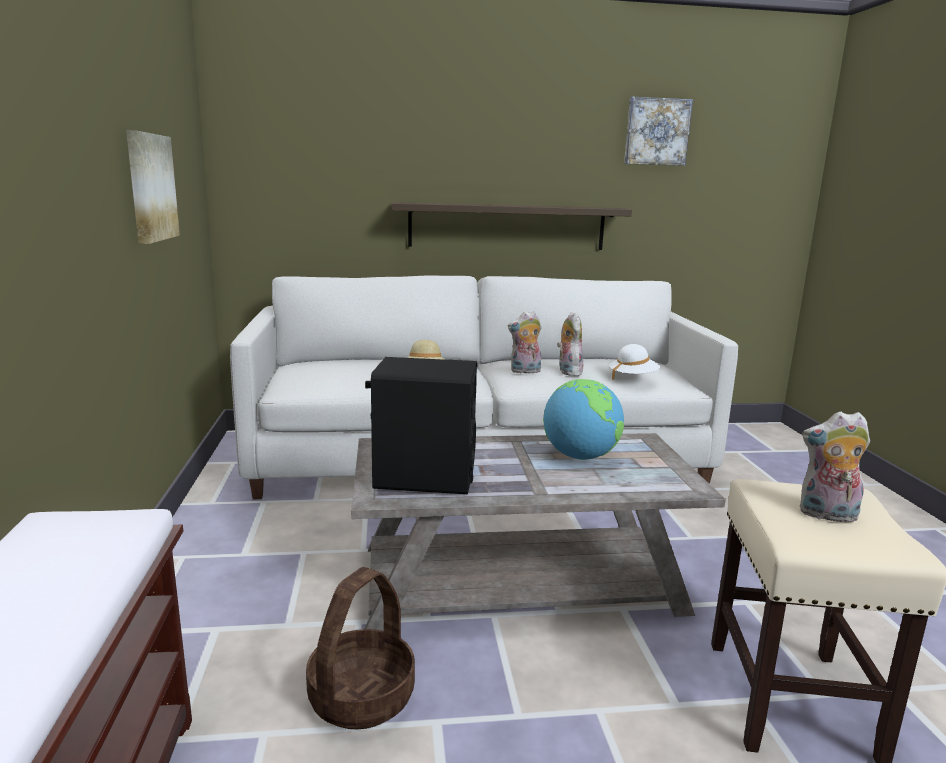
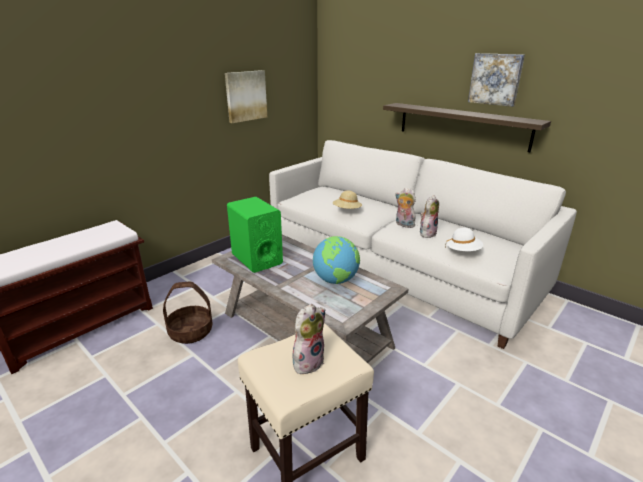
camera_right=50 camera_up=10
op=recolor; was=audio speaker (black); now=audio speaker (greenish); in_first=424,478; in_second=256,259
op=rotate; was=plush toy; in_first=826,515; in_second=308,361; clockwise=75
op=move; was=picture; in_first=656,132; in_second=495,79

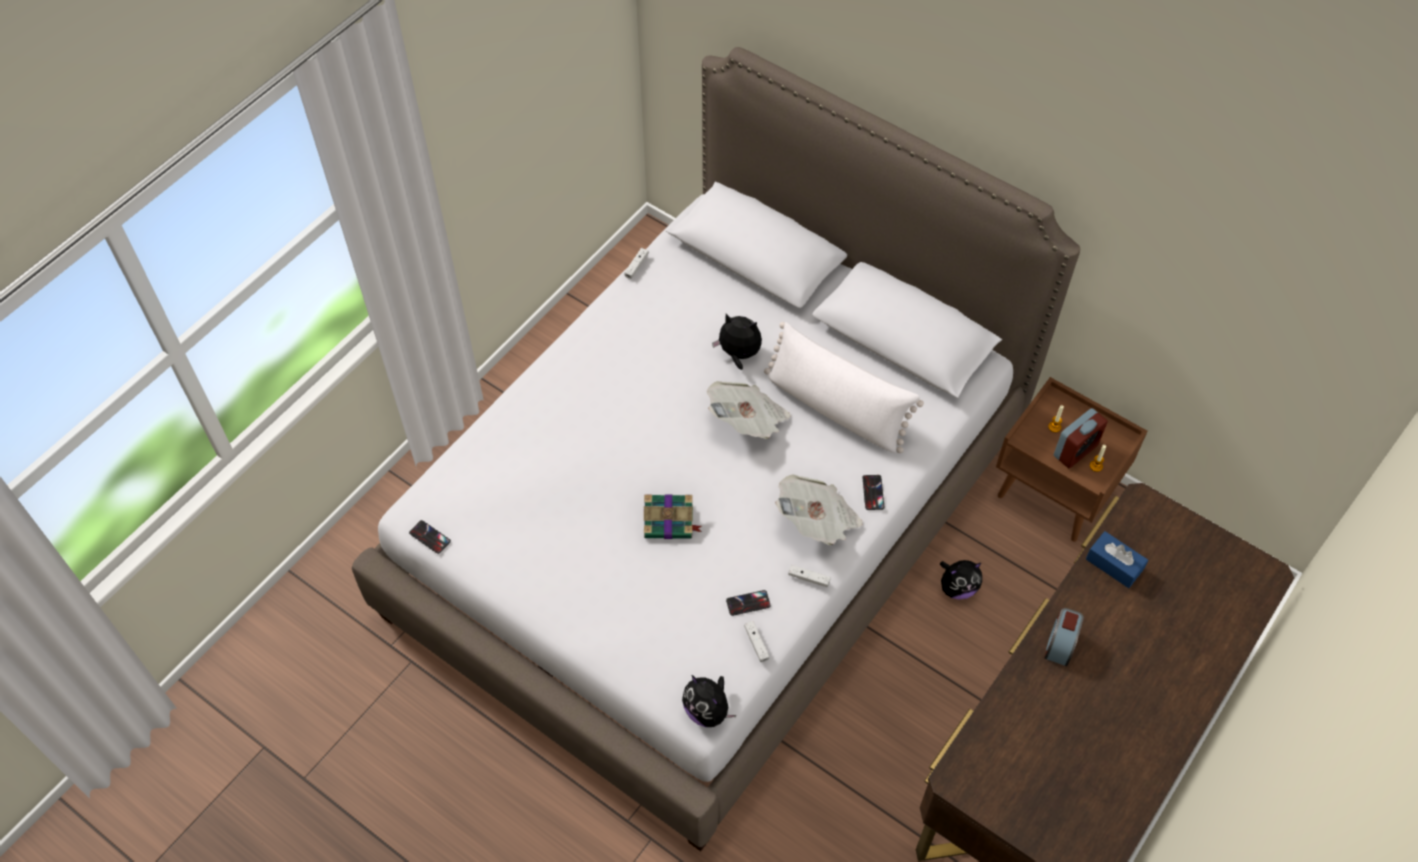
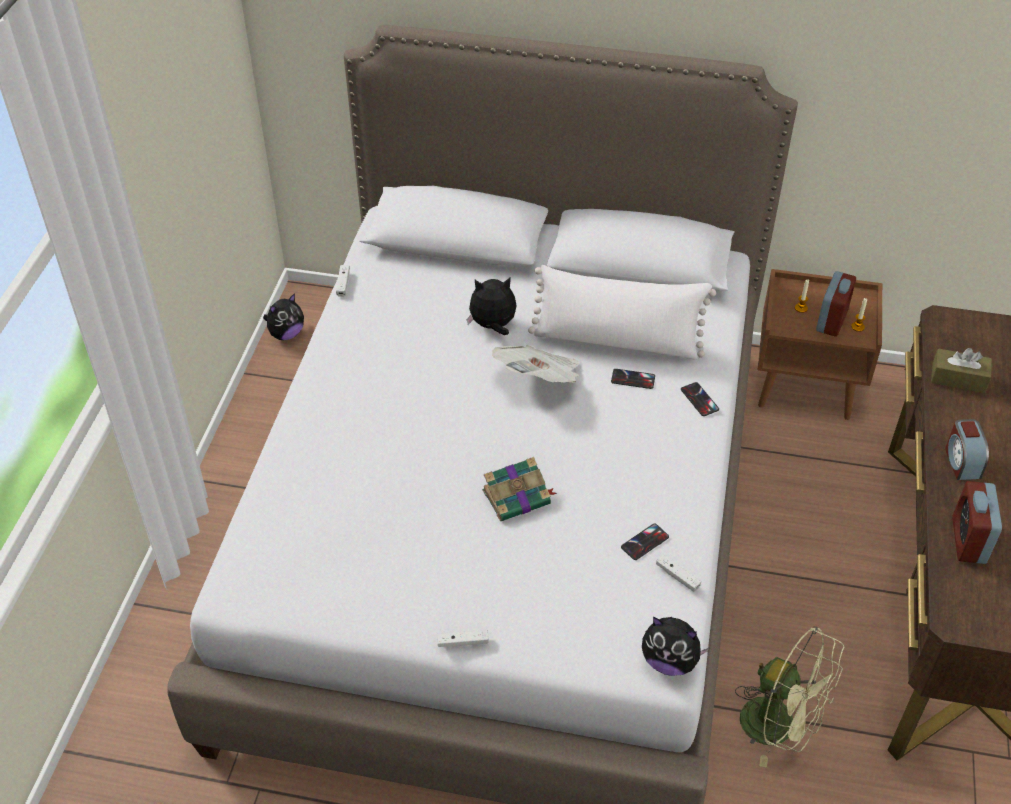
camera_right=-25 camera_up=-10
op=move; was=plush toy; in_first=957,588; in_second=286,334
op=move; was=gamepad (white-coloured); in_first=809,578; in_second=463,642
op=move; was=telephone; in_first=429,537; in_second=633,379
op=insert; now=fan (greenish); in_second=779,726
op=recolor; was=tissue box (blue-coloured); now=tissue box (brown); in_first=1114,564; in_second=958,378
op=insert; now=table clock; in_second=968,540
op=delete; was=daily paper; in_first=818,521

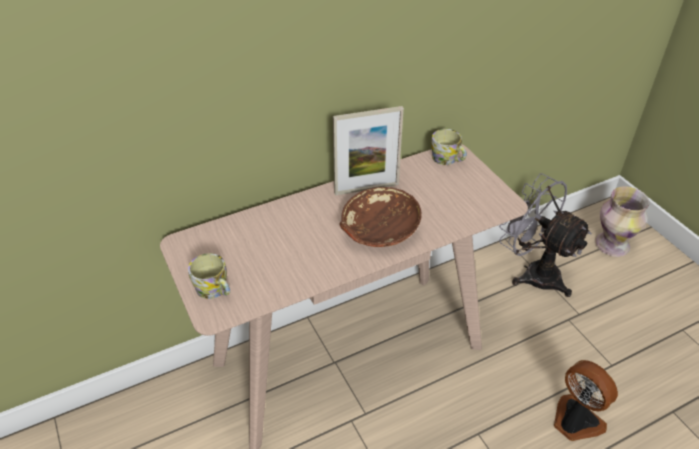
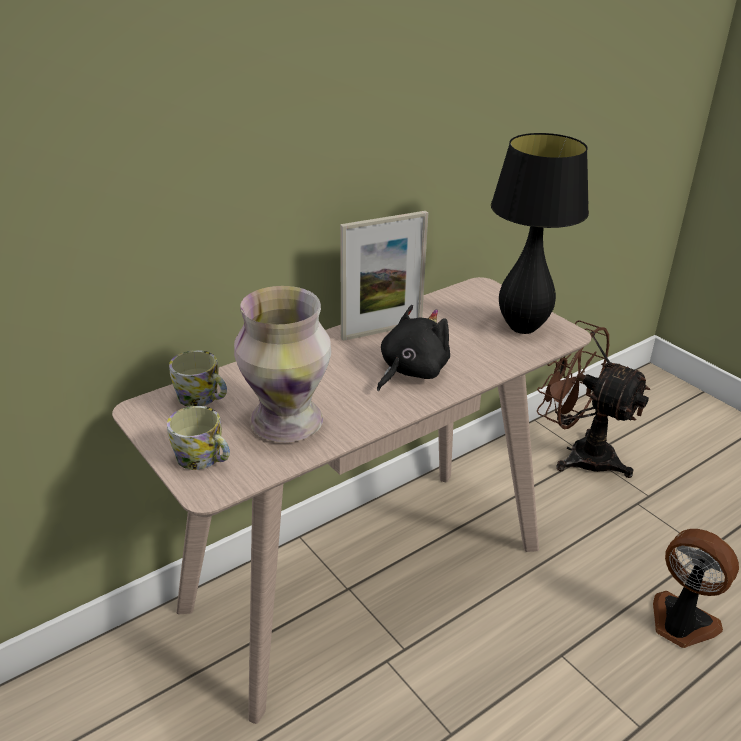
camera_right=-10 camera_up=-10
op=move; was=tea mug; in_first=447,159; in_second=202,398
op=move; was=flower vase; in_first=612,245; in_second=288,422
op=replace; was=bowl (brown); now=plush toy (black); in_first=379,228; in_second=411,371
op=insert; now=tabletop lamp (black); in_second=523,328
op=recolor; was=fan (greyish); now=fan (brown); in_first=533,272; in_second=579,454

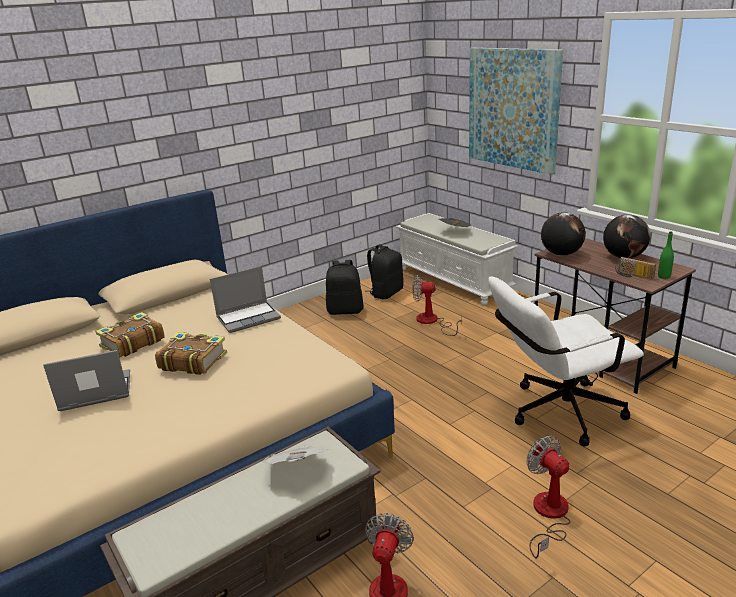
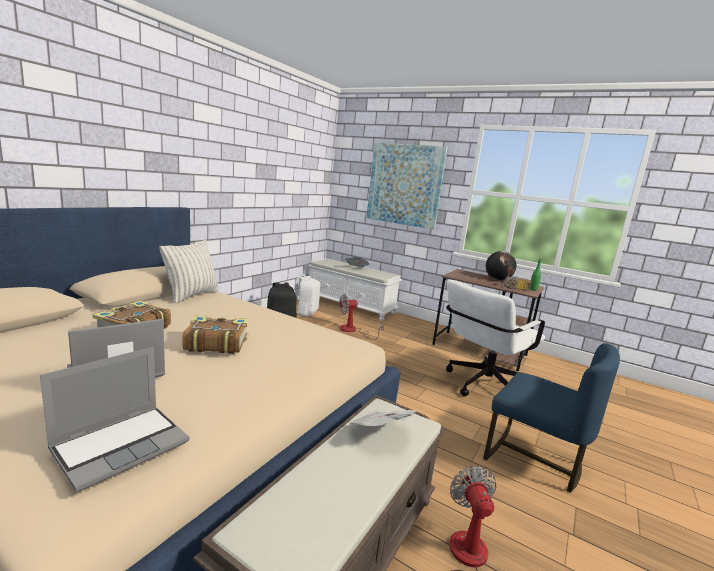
camera_right=-25 camera_up=-10
op=move; was=portable computer; in_first=249,318; in_second=122,445
op=insert; now=throw pillow; in_second=192,295
op=recolor; was=knapsack (black); now=knapsack (white-coloured); in_first=386,293; in_second=305,312
op=replace; was=fan; now=chair (blue-coloured); in_first=548,515; in_second=534,459
op=delete; was=globe; in_first=561,254

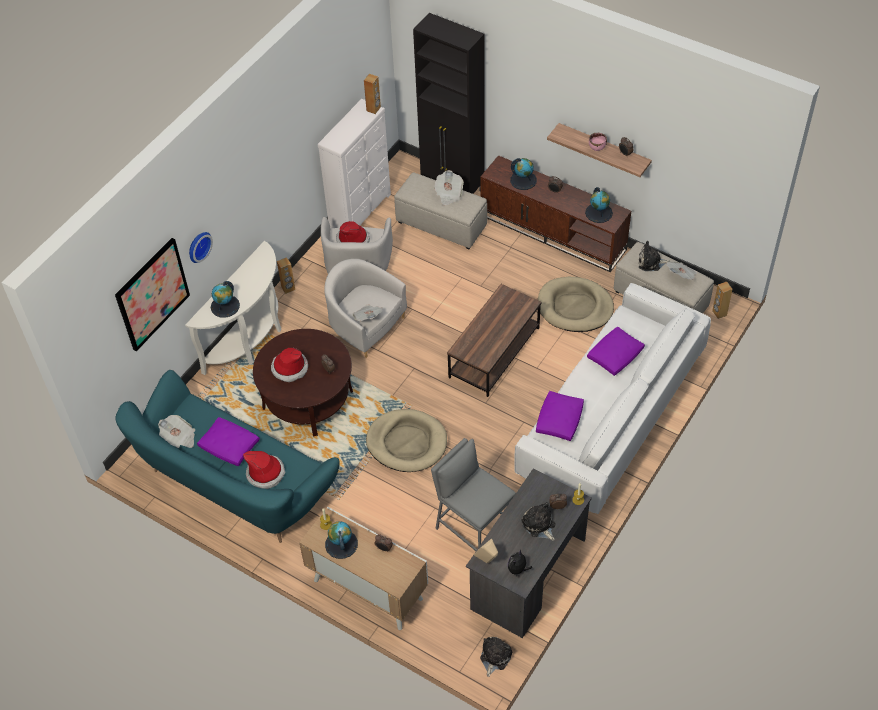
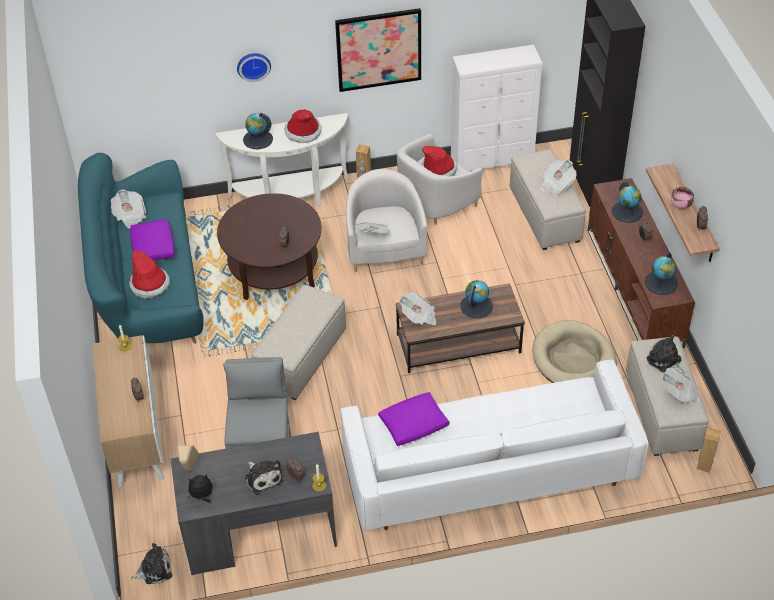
camera_right=45 camera_up=-5
op=rotate; was=plush toy; in_first=539,525; in_second=263,478; clockwise=135
op=replace; was=dog bed (beige); now=footrest (beige); in_first=407,442; in_second=302,357
op=move; was=wearable hat; in_first=289,368; in_second=303,132
op=move; was=picture; in_first=152,294; in_second=378,49
op=insert; now=daily paper; in_second=418,316
op=move; was=globe; in_first=341,544; in_second=476,306
op=delete; was=audio speaker (brown); in_first=373,109
op=delete; was=throw pillow (purple-coloured); in_first=614,356

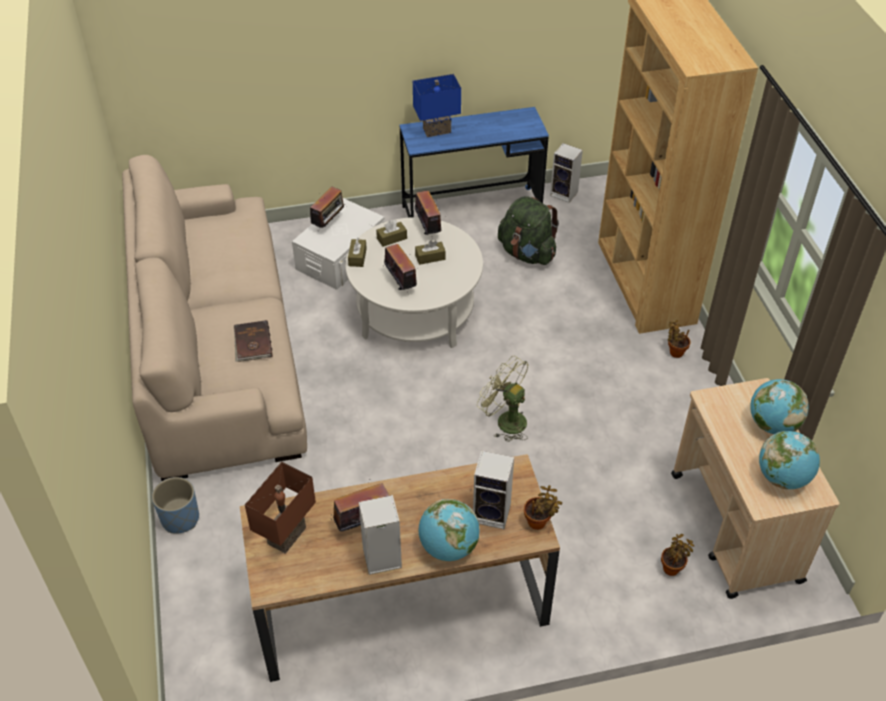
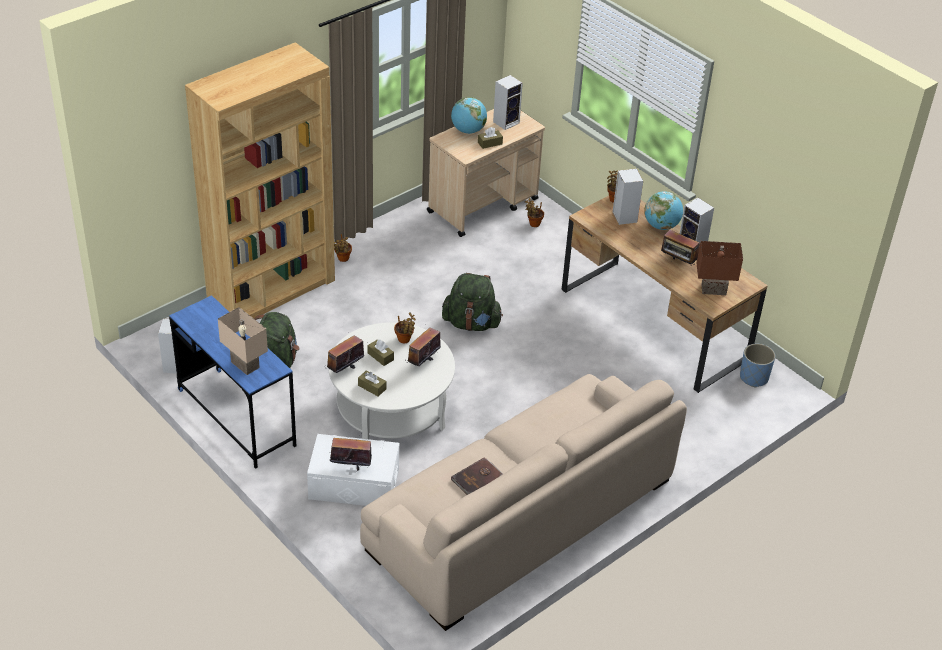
camera_right=-120 camera_up=-5
op=recolor; was=tabletop lamp (blue-coloured); now=tabletop lamp (beige); in_first=437,129; in_second=243,365
op=insert; now=plant in a pot; in_second=405,340
op=replace; was=fan (greenish); now=knapsack (greenish); in_first=505,420; in_second=471,323
op=move; was=book (brown); in_first=252,343; in_second=478,479
op=move; was=tissue box (brown); in_first=357,257; in_second=490,143
op=replace; was=globe; now=audio speaker; in_first=782,478; in_second=506,122
op=move; was=flower pot (blue-coloured); in_first=180,518; in_second=754,377

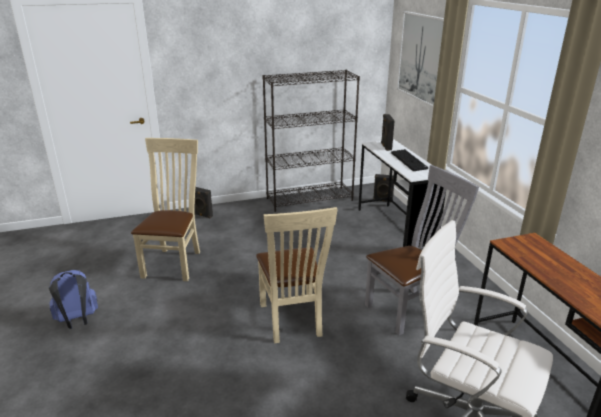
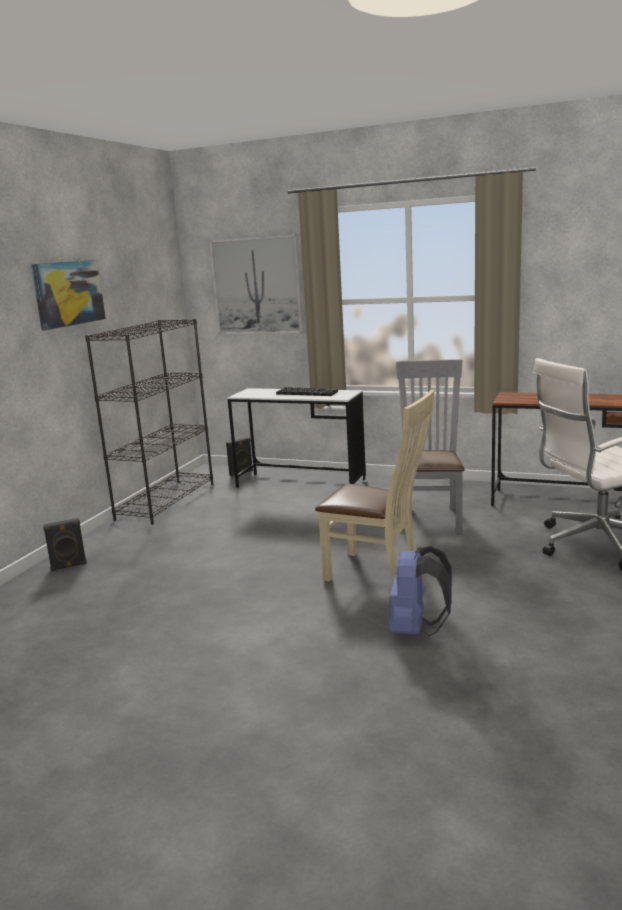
camera_right=-50 camera_up=-10
op=insert; now=picture; in_second=68,293
op=move; was=knapsack (blue-coloured); in_first=77,321; in_second=416,630
op=delete; was=chair (beige); in_first=174,262
op=delete; was=audio speaker (black); in_first=385,146

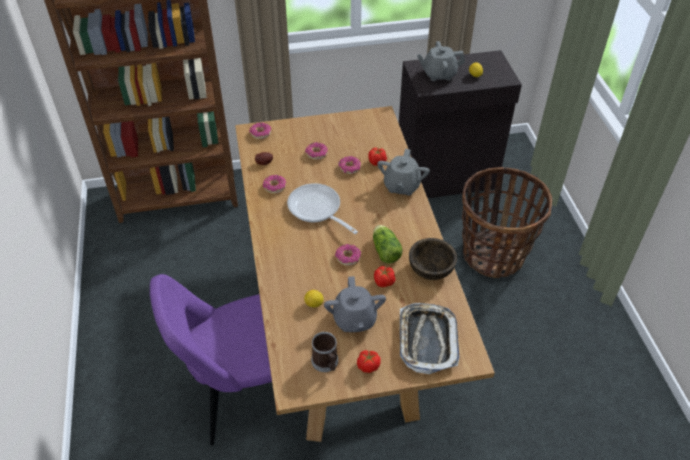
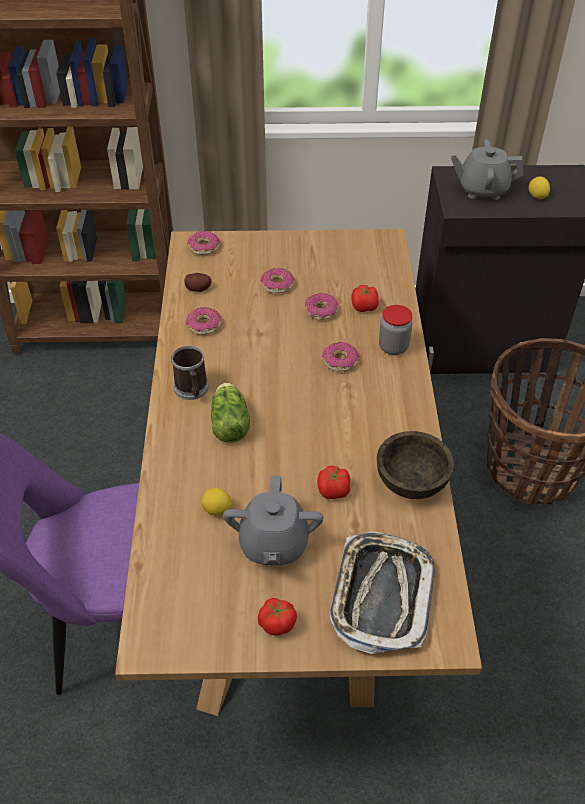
camera_right=10 camera_up=0
op=move; was=tea mug; in_first=326,363; in_second=192,390
op=move; was=lettuce; in_first=385,250; in_second=230,421
op=move; was=donut; in_first=348,257; in_second=340,361
op=replace; was=tea pot (greyish); now=preserve jar; in_first=401,186; in_second=393,347
op=delete; was=skillet; in_first=317,210

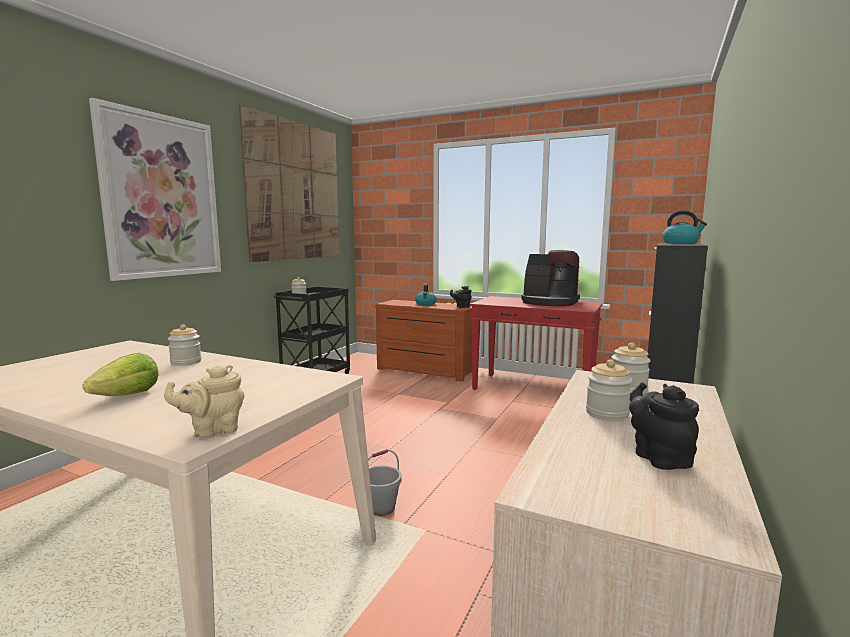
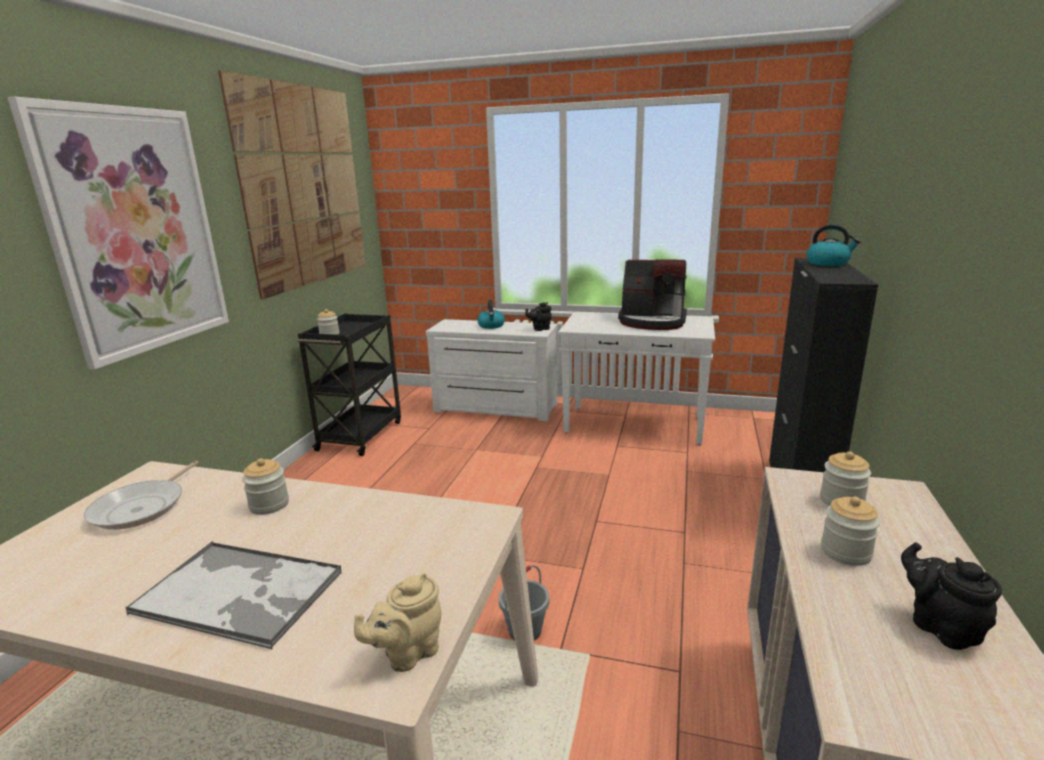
camera_right=-10 camera_up=10
op=insert; now=skillet; in_second=142,507
op=replace; was=lettuce; now=carrying tray; in_first=128,396; in_second=240,593
op=recolor; was=drawer chest (brown); now=drawer chest (white-coloured); in_first=424,371; in_second=495,408
op=recolor; was=narrow table (red); now=narrow table (white-coloured); in_first=534,389; in_second=635,425

